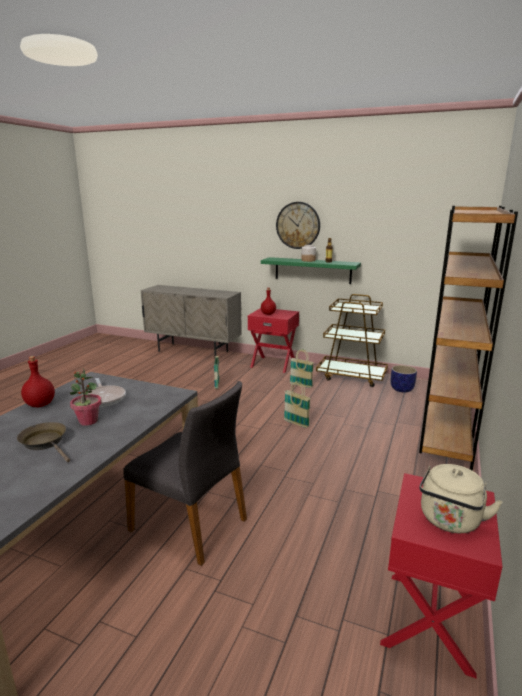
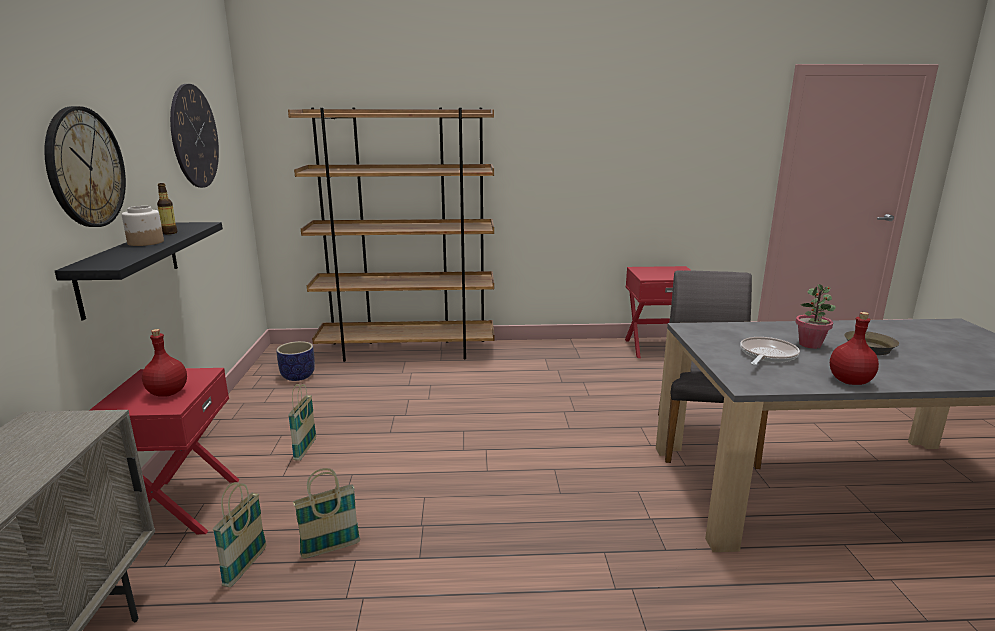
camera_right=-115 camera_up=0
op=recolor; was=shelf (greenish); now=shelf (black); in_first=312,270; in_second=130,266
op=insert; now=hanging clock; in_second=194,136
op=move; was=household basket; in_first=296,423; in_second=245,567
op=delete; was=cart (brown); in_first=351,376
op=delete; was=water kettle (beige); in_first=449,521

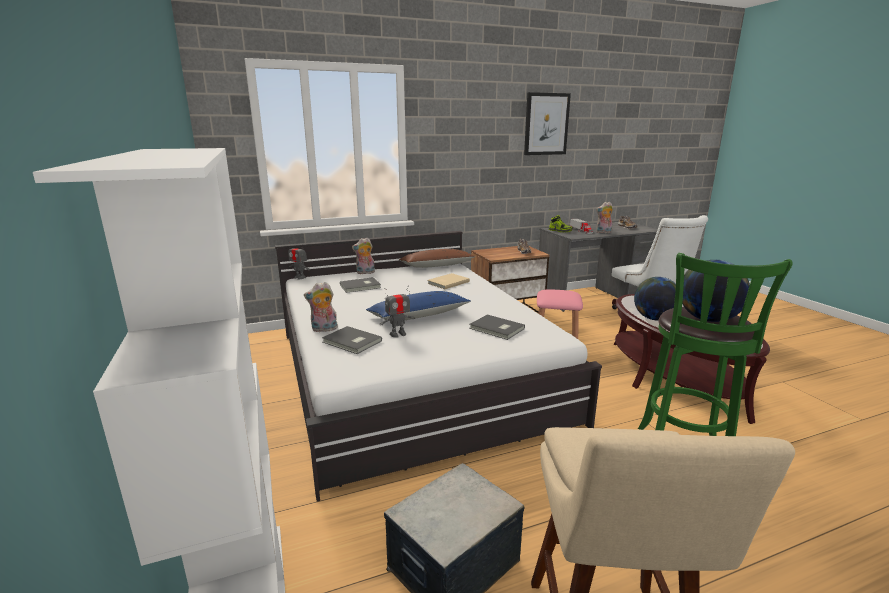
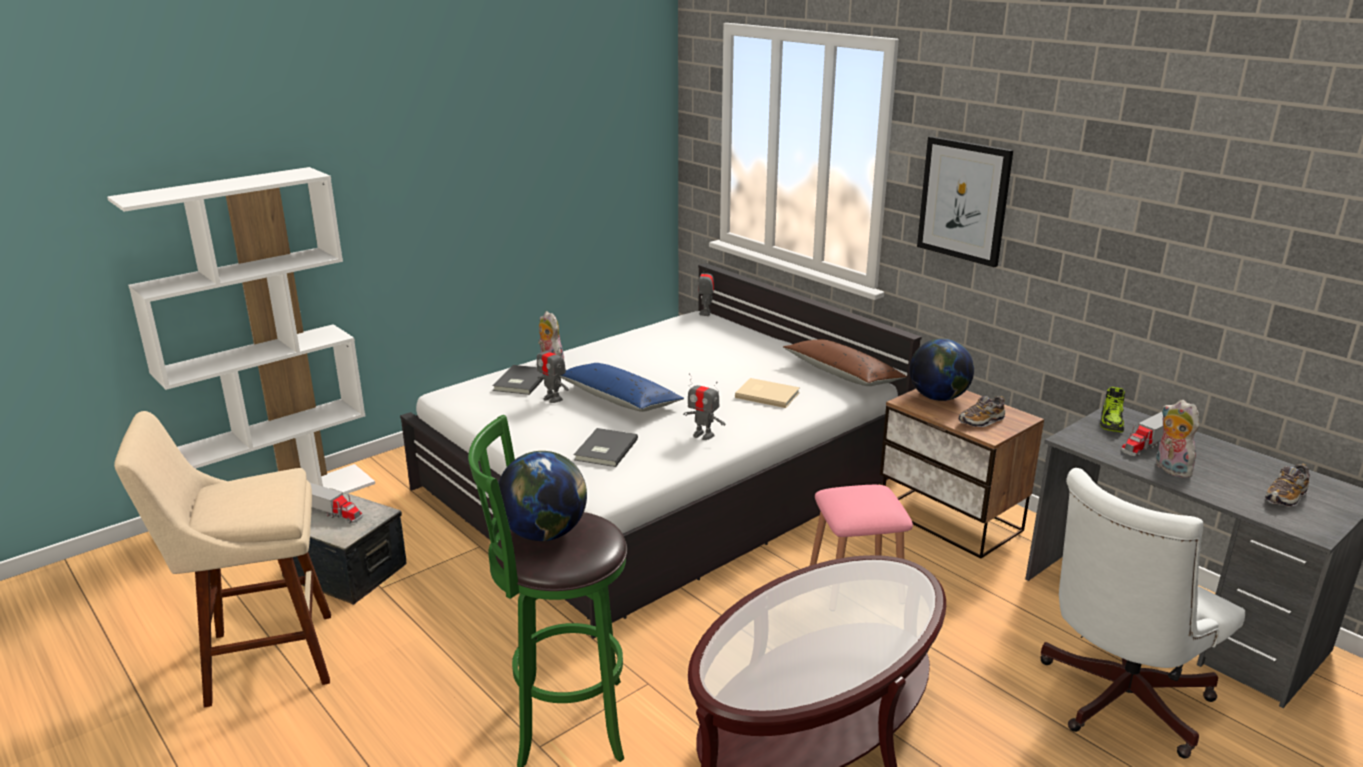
camera_right=70 camera_up=5
op=insert; now=toy lorry; in_second=332,512
op=insert; now=robot figure; in_second=703,435
op=move; was=globe; in_first=654,318; in_second=938,397
op=move; was=picture; in_first=546,124; in_second=964,200
op=delete; was=book (greyish); in_first=361,286
op=delete; was=plush toy; in_first=365,273

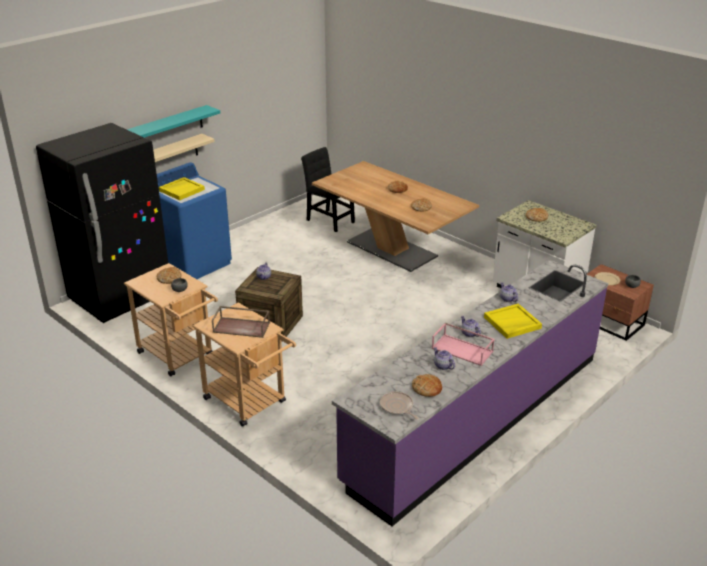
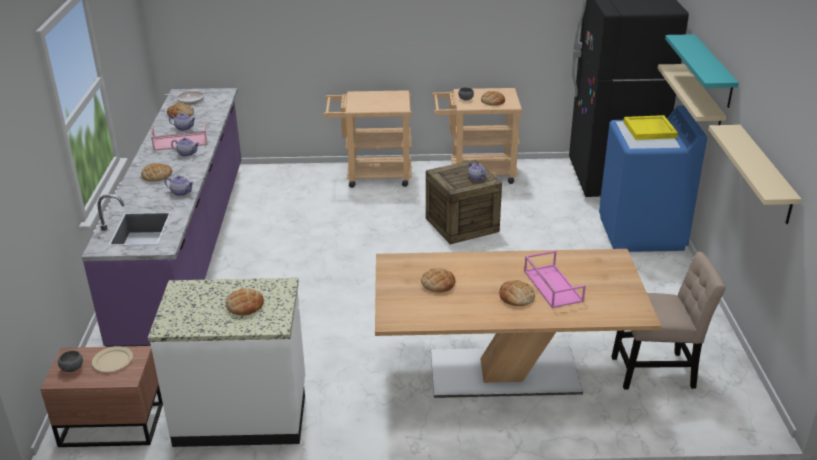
camera_right=135 camera_up=0
op=replace; was=carrying tray (yellowish); now=bread; in_first=512,323; in_second=156,175
op=insert; now=carrying tray (pink); in_second=552,285
op=recolor; was=chair (black); now=chair (beige); in_first=329,220; in_second=657,371
op=insert; now=shelf (beige); in_second=765,174
op=delete; was=carrying tray (brown); in_first=242,327

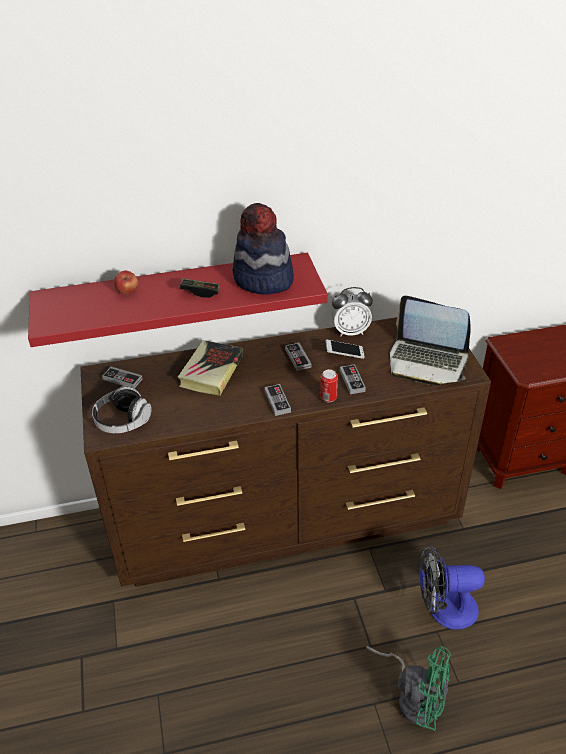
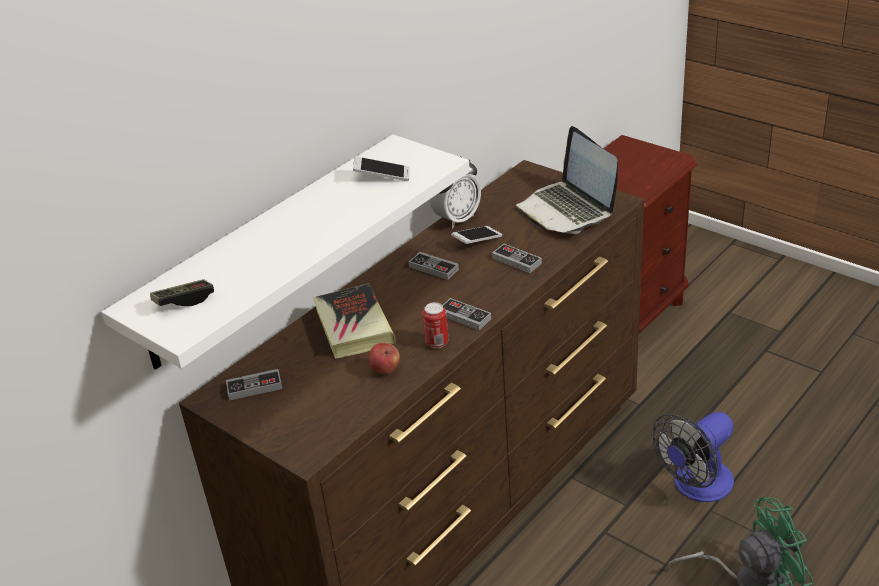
camera_right=-35 camera_up=-5
op=recolor; was=shelf (red); now=shelf (white-coloured); in_first=176,297; in_second=269,250
op=move; was=gamepad; in_first=200,292; in_second=184,301
op=replace; was=wearable hat; now=telephone; in_first=263,279; in_second=382,176
op=move; was=whole apple; in_first=127,291; in_second=385,370
op=move; was=metal can; in_first=328,398; in_second=437,343
op=rotate; was=portable computer; in_first=427,361; in_second=567,210; clockwise=75
op=delete; was=headphones; in_first=123,421

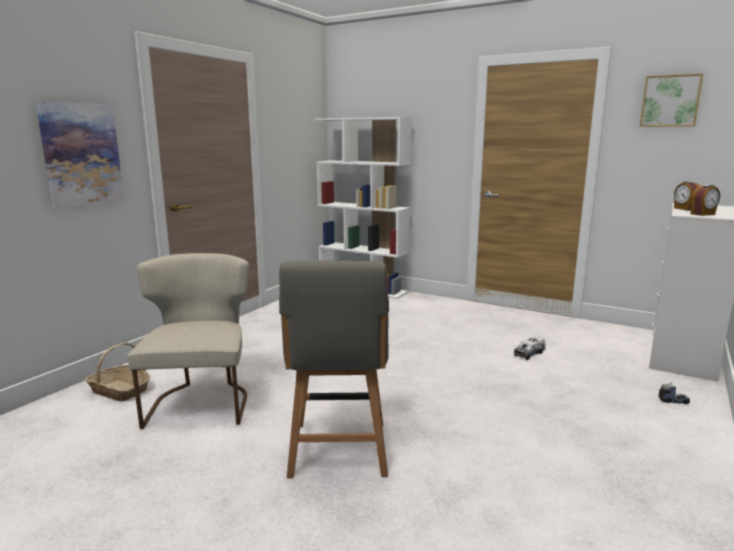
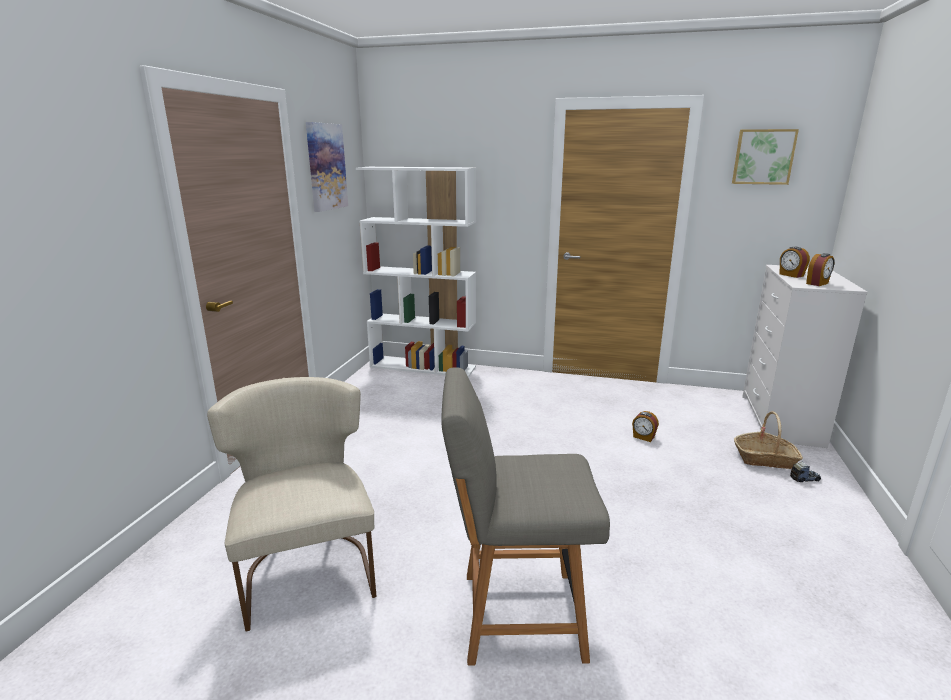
camera_right=-15 camera_up=5
op=move; was=picture; in_first=81,154; in_second=326,167
op=rotate; was=chair (greyish); in_first=338,451; in_second=516,615; clockwise=105
op=replace; was=toy lorry; now=table clock; in_first=529,354; in_second=643,437
op=move; was=household basket; in_first=120,390; in_second=765,459

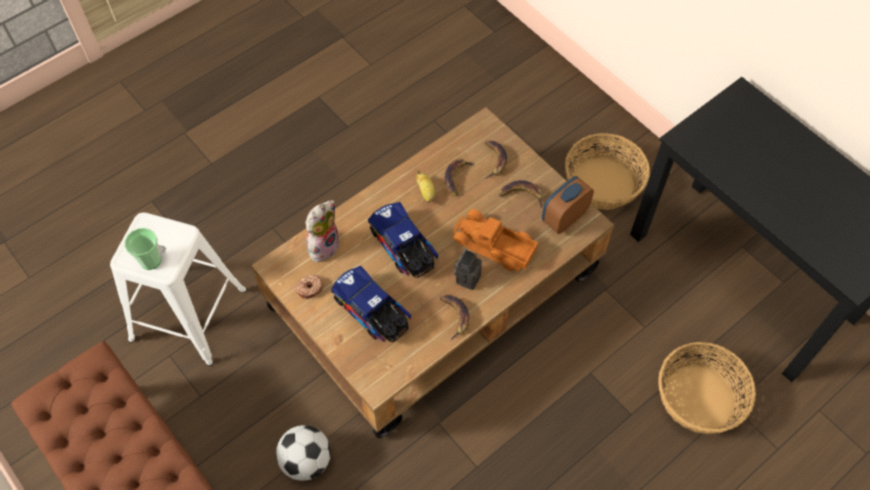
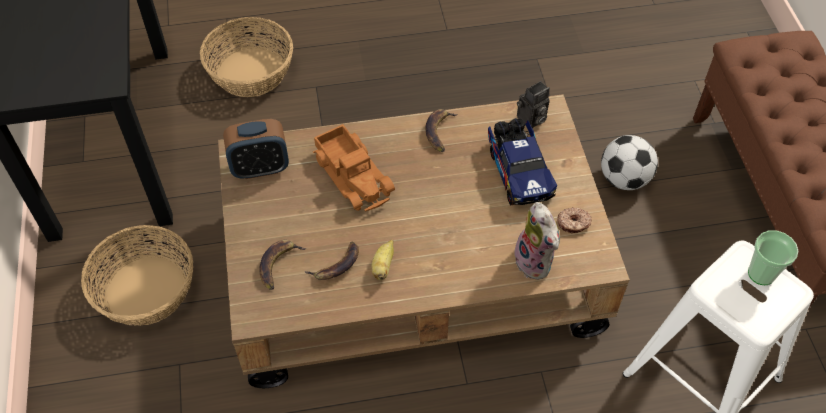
camera_right=-150 camera_up=-5
op=rotate; was=plush toy; in_first=323,245; in_second=536,262; clockwise=-90
op=move; was=still camera; in_first=467,277; in_second=531,120
op=delete; was=toy lorry; in_first=404,248
op=delete; was=whole banana; in_first=522,194

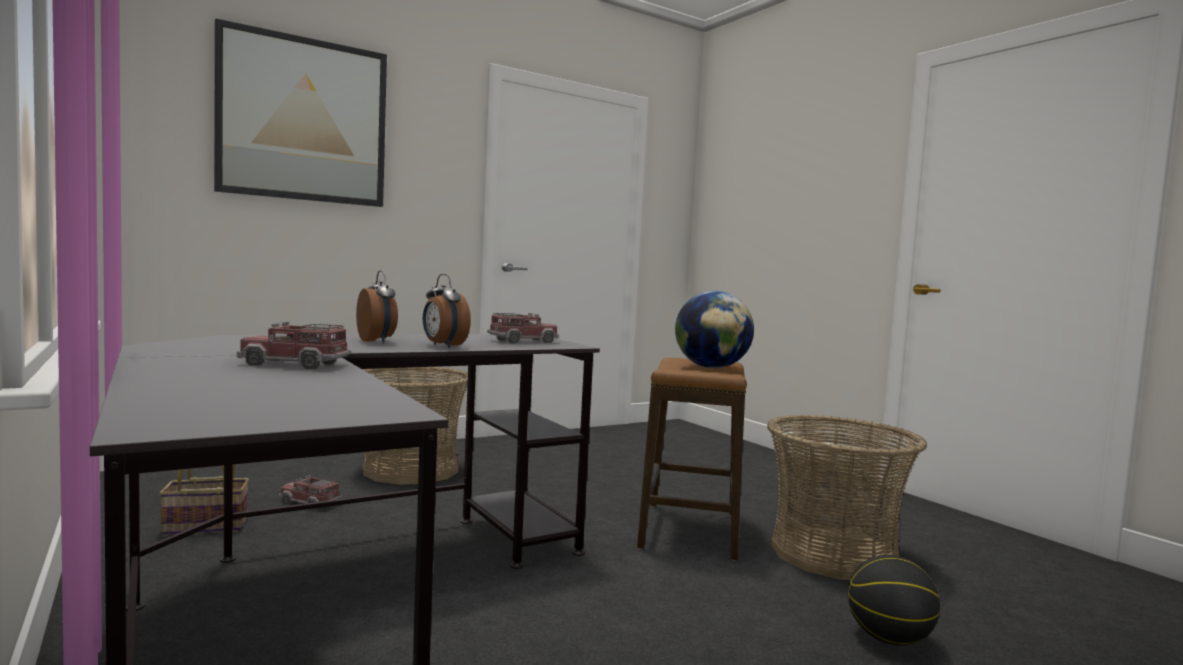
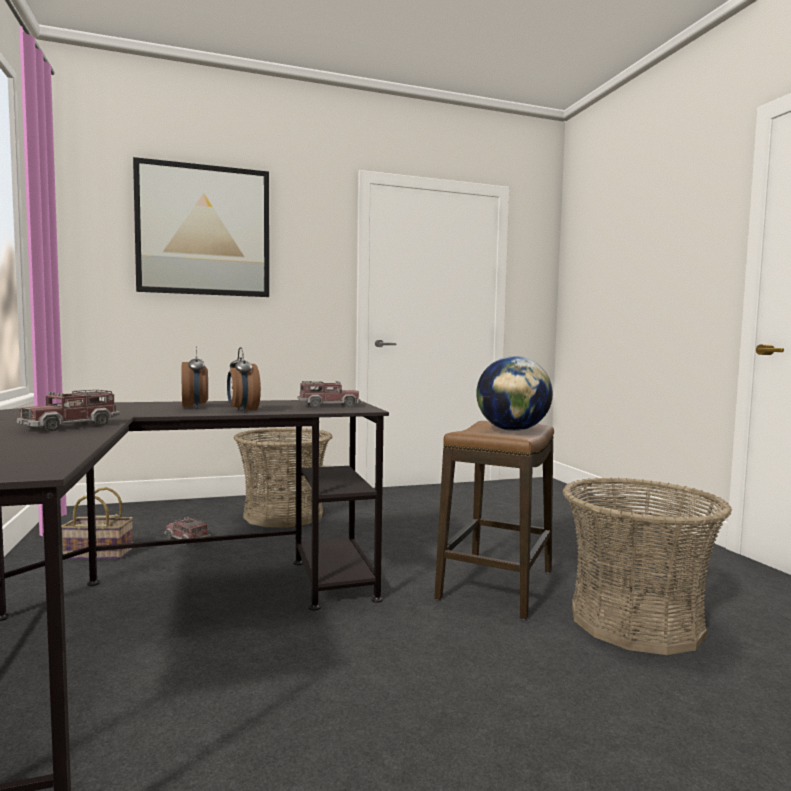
camera_right=15 camera_up=0
op=rotate; was=toy lorry; in_first=294,364; in_second=70,426; clockwise=-75
op=delete; was=basketball; in_first=889,639

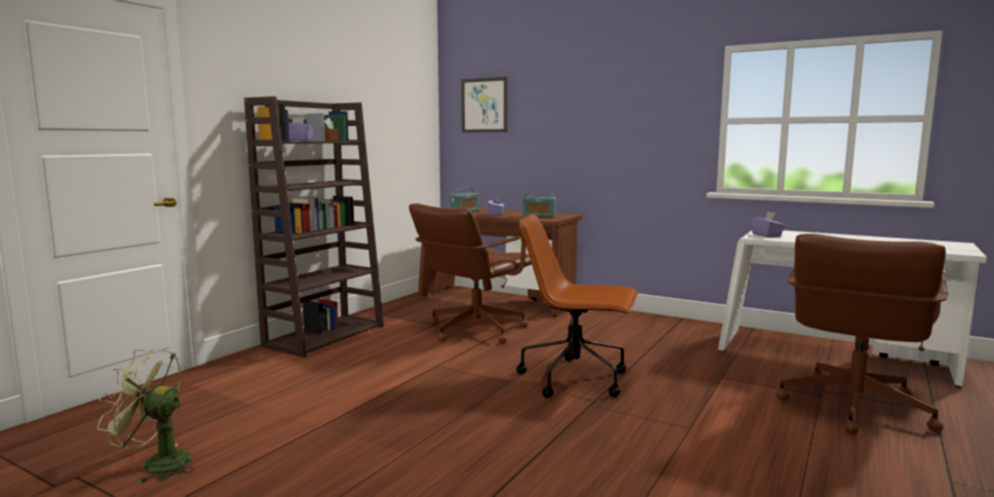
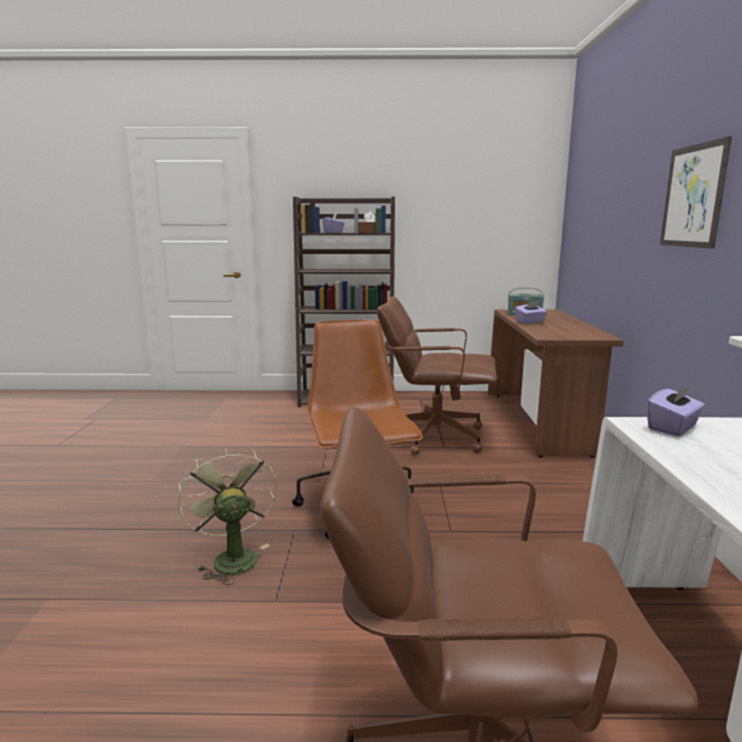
camera_right=60 camera_up=5
op=move; was=fan (greenish); in_first=156,464; in_second=231,557
op=move; was=picture; in_first=484,105; in_second=693,196
op=delete; was=radio; in_first=539,216

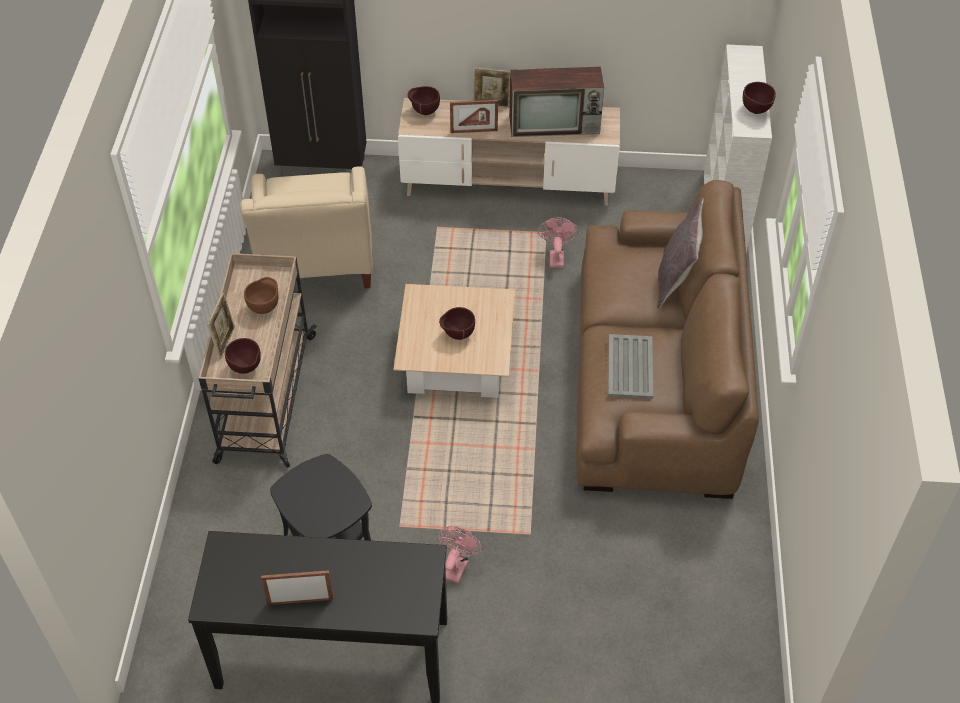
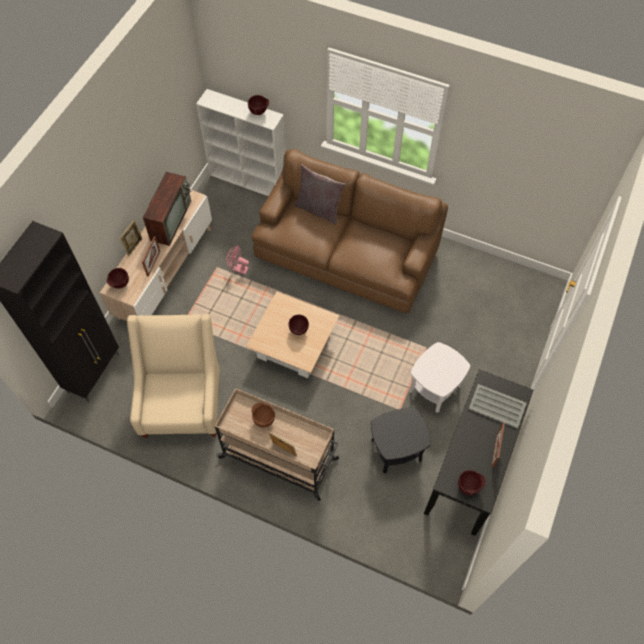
camera_right=-70 camera_up=10
op=rotate; was=easy chair (beige); in_first=316,267; in_second=182,401; clockwise=-105
op=replace; was=fan (pink); now=side table (white-coloured); in_first=457,565; in_second=434,388
op=move; was=bowl (brown); in_first=246,369; in_second=469,486
op=move; was=carrying tray (greyish); in_first=630,367; in_second=497,407

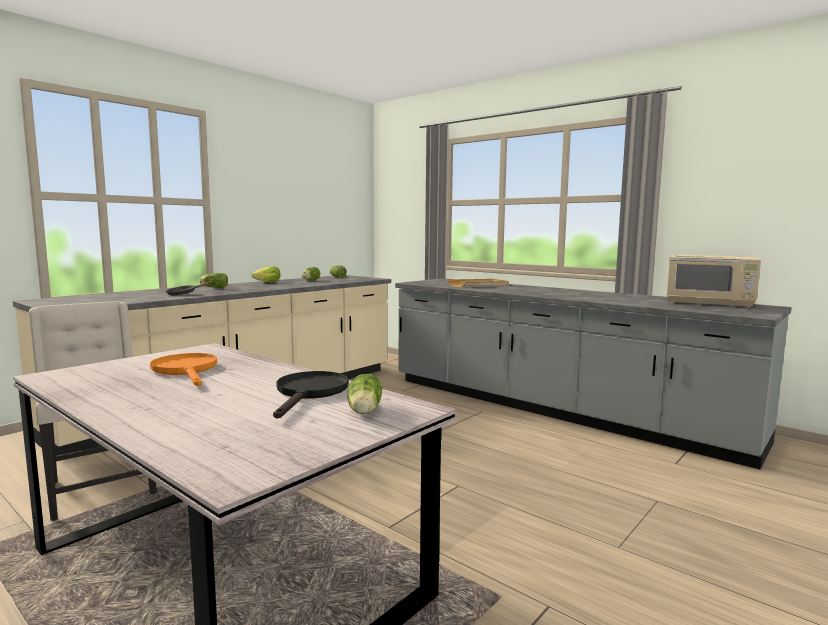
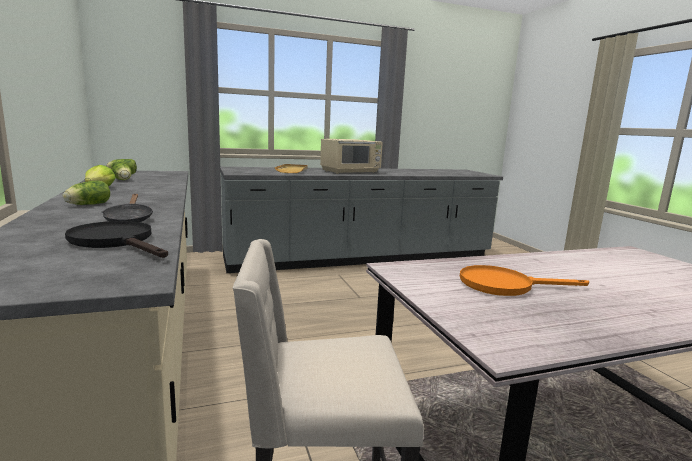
camera_right=-60 camera_up=5
op=move; was=skillet (black); in_first=310,393; in_second=117,241
op=move; was=microwave (beige); in_first=709,303; in_second=351,172
op=delete; was=lettuce; in_first=364,412

